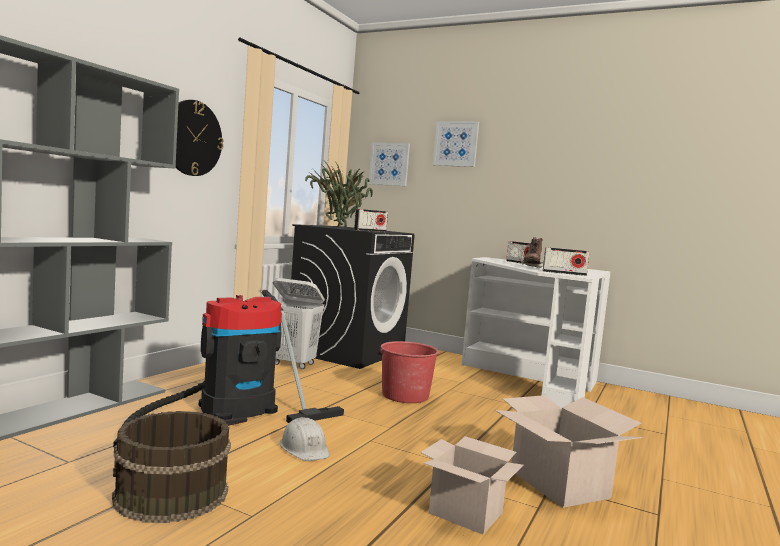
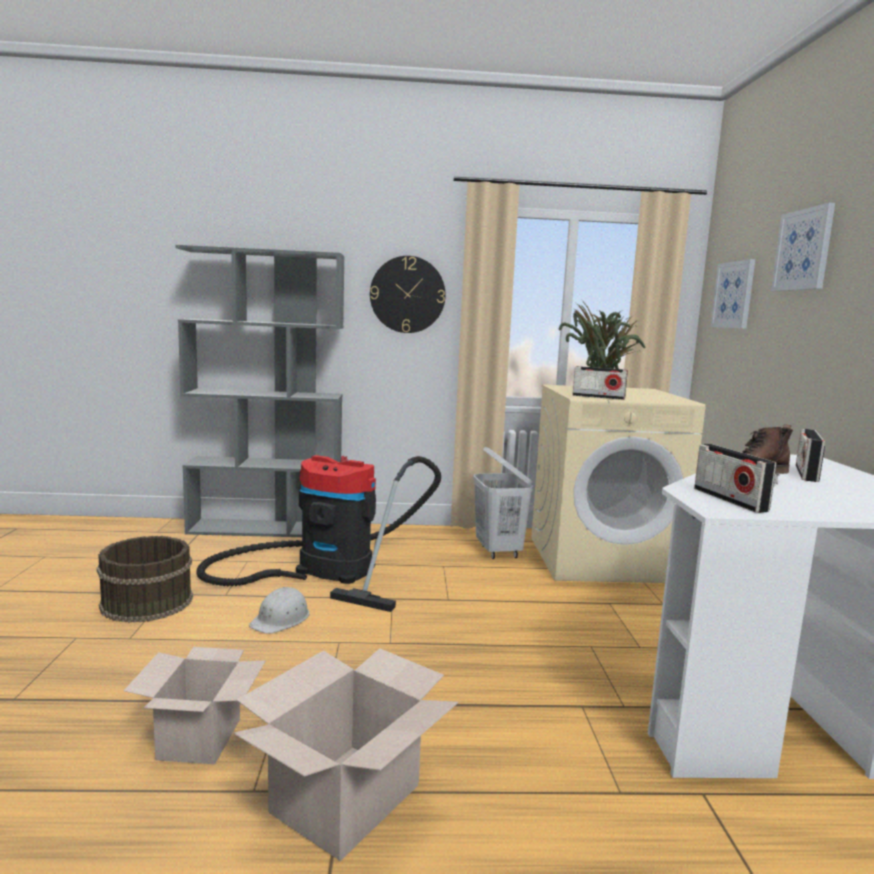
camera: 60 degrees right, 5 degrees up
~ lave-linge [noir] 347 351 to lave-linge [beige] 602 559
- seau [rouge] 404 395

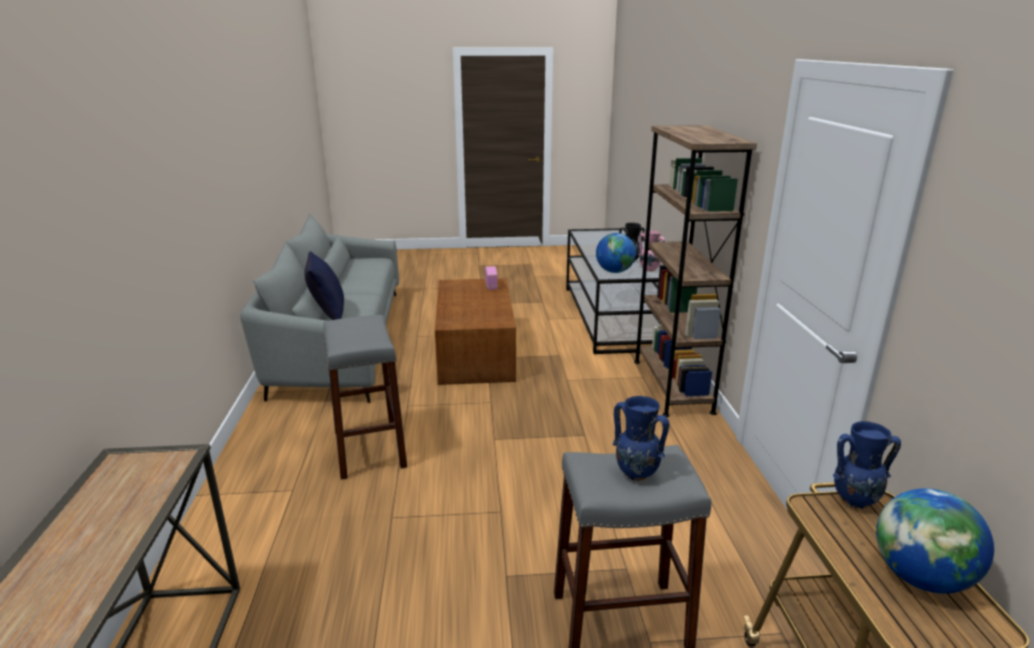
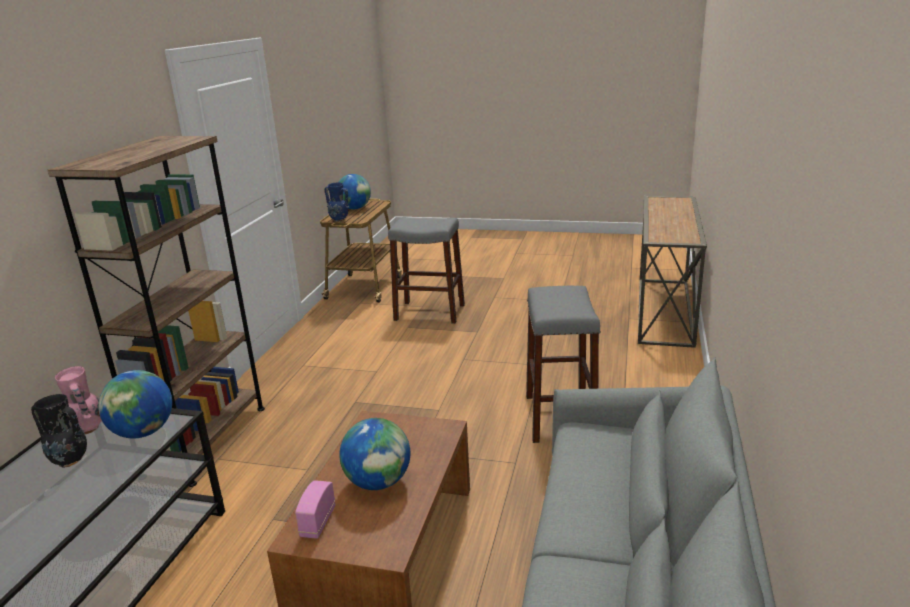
camera: 160 degrees left, 0 degrees up
+ globe 378 482
- coussin [bleu] 328 315
- vase [bleu] 636 473

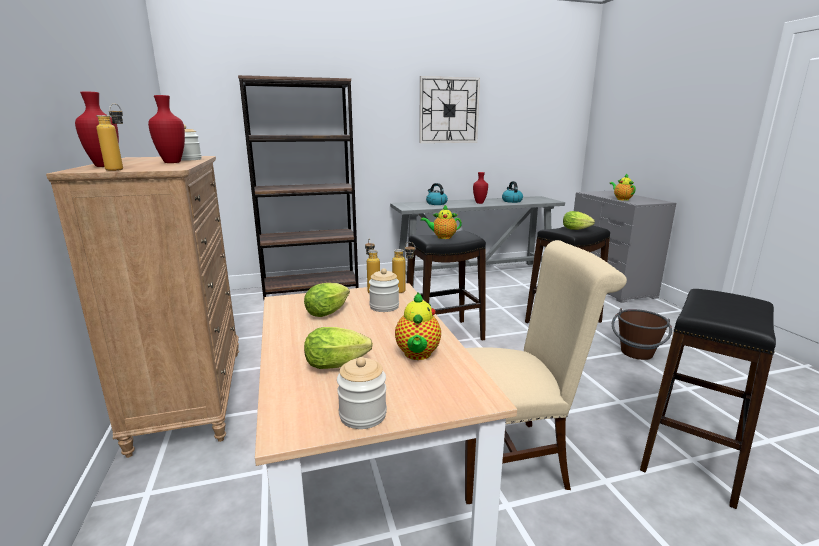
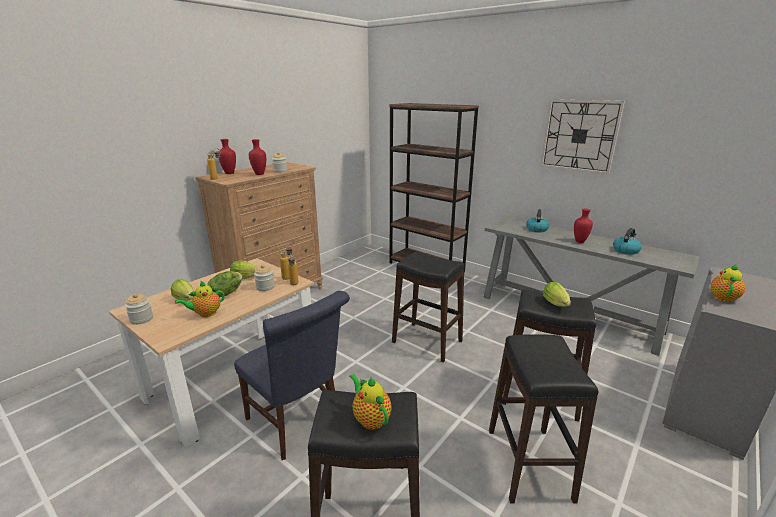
camera: 55 degrees right, 5 degrees up
+ laitue 226 293
~ chaise [beige] 510 456 to chaise [bleu] 298 422
~ théière 442 237 to 370 418
~ seau [marron] 636 355 to tabouret [noir] 528 463

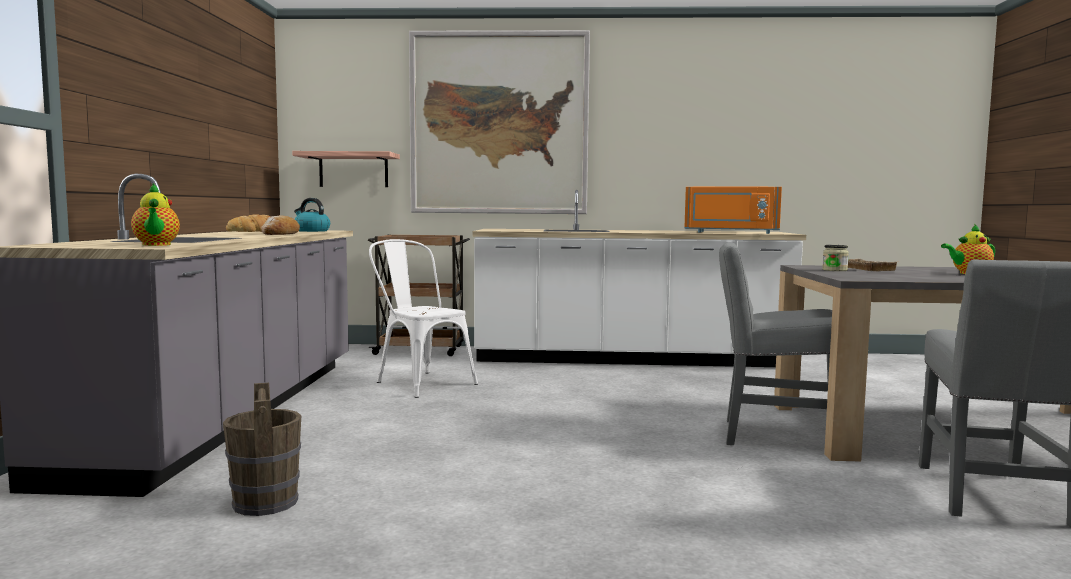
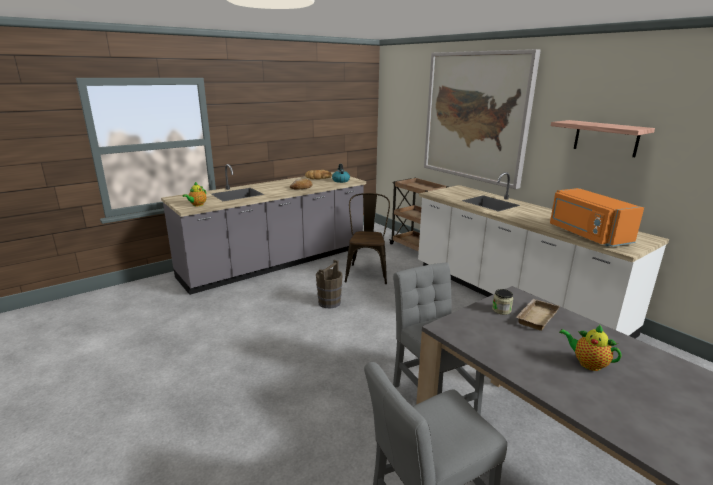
camera: 50 degrees right, 15 degrees up
~ seau [marron] 265 502 to 329 302
~ chaise [blanc] 420 382 to chaise [marron] 367 272
~ étagère 353 170 to 606 138

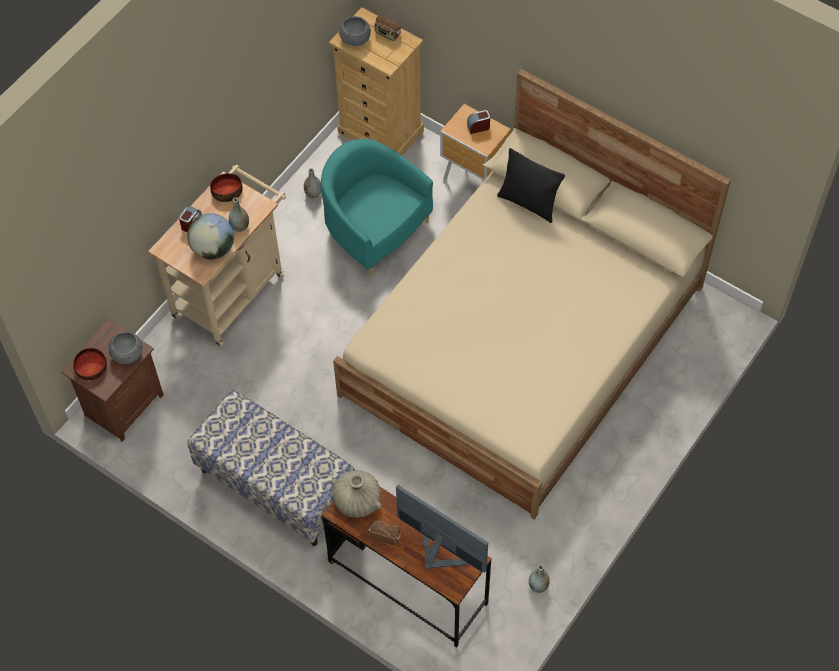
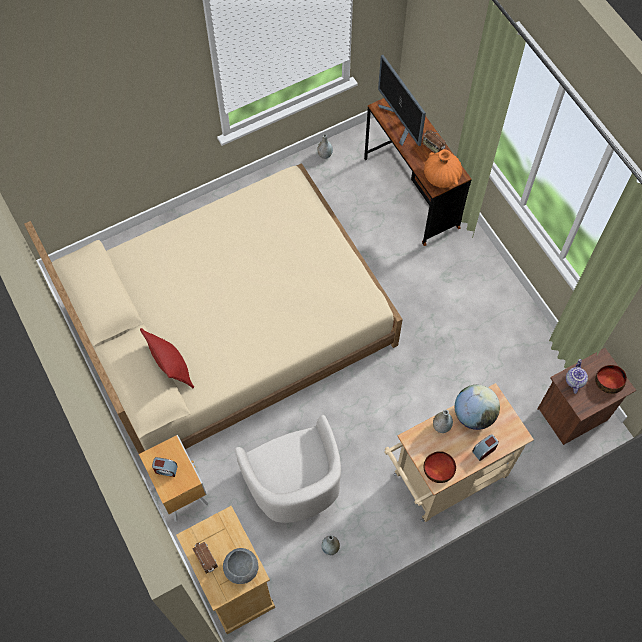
camera: 155 degrees left, 5 degrees up
~ coussin [noir] 528 203 to coussin [rouge] 172 368
~ fauteuil [turquoise] 374 229 to fauteuil [blanc] 294 483
~ vase [beige] 357 500 to vase [orange] 441 177
~ bol [gris] 127 354 to théière 574 380
- banc 275 485

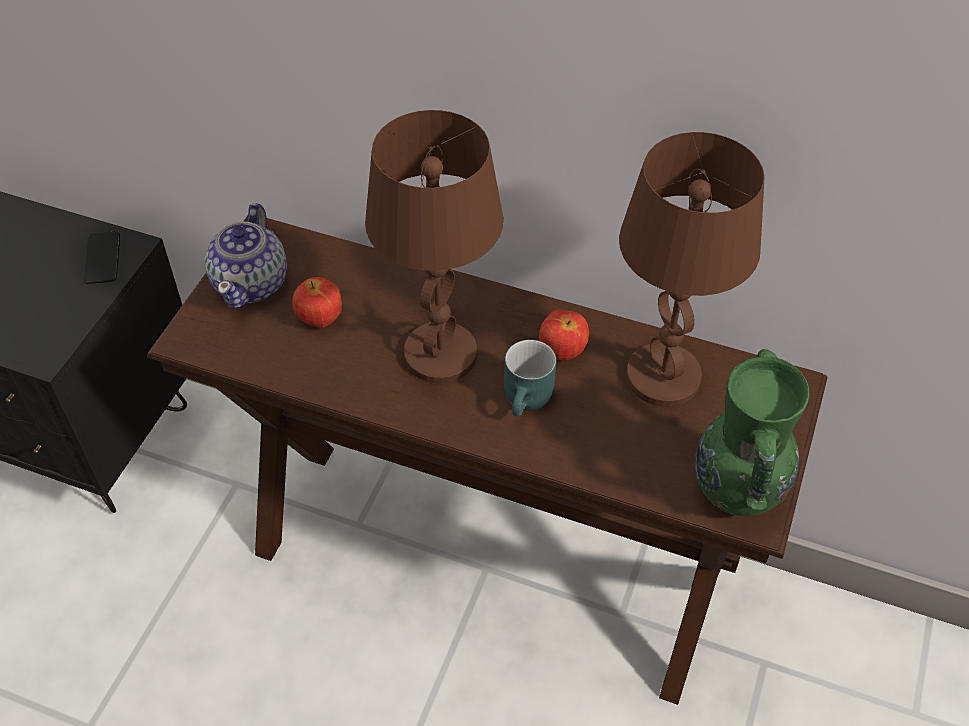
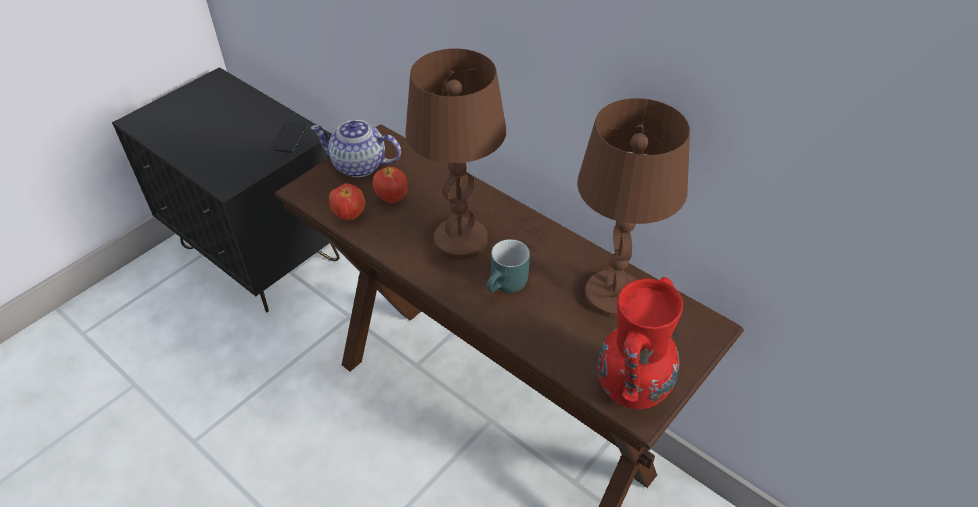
camera: 20 degrees right, 5 degrees down
~ théière 252 283 = 360 166 75 degrees clockwise
~ pomme 562 352 to 350 215
~ vase [vert] 735 494 to vase [rouge] 631 391

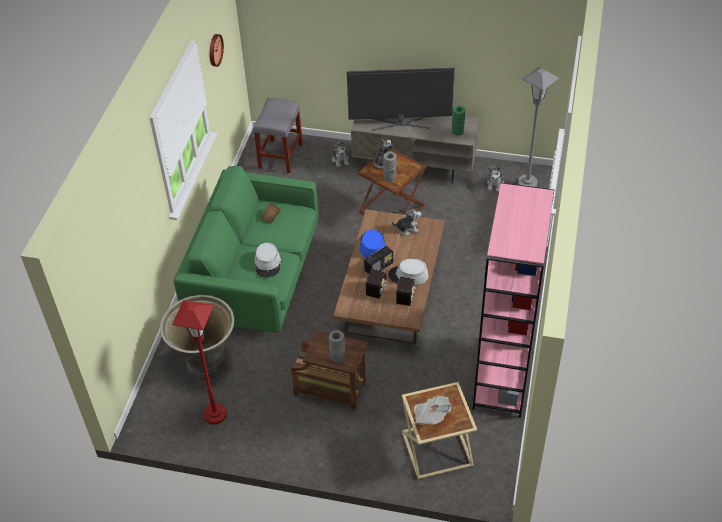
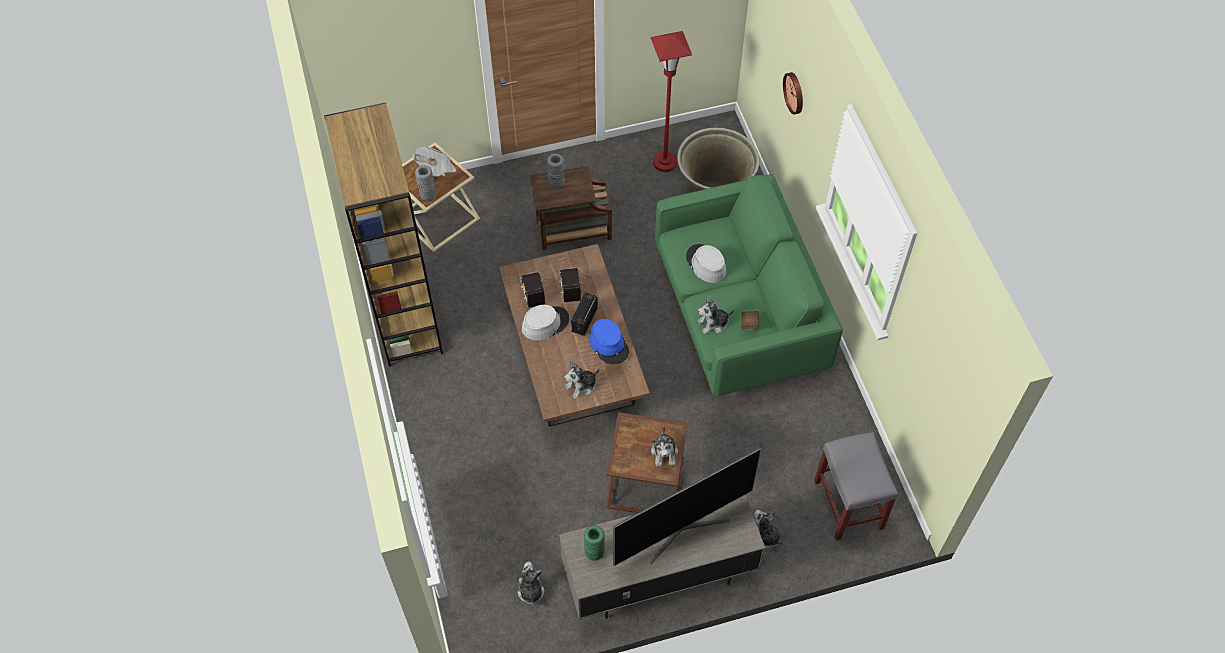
camera: 150 degrees right, 10 degrees up
~ bibliothèque [rose] 503 376 to bibliothèque [marron] 404 316
~ vase [gris] 389 177 to 427 195
+ peluche 713 323
~ horloge murale 214 50 to 795 92
- lampadaire [gris] 527 183

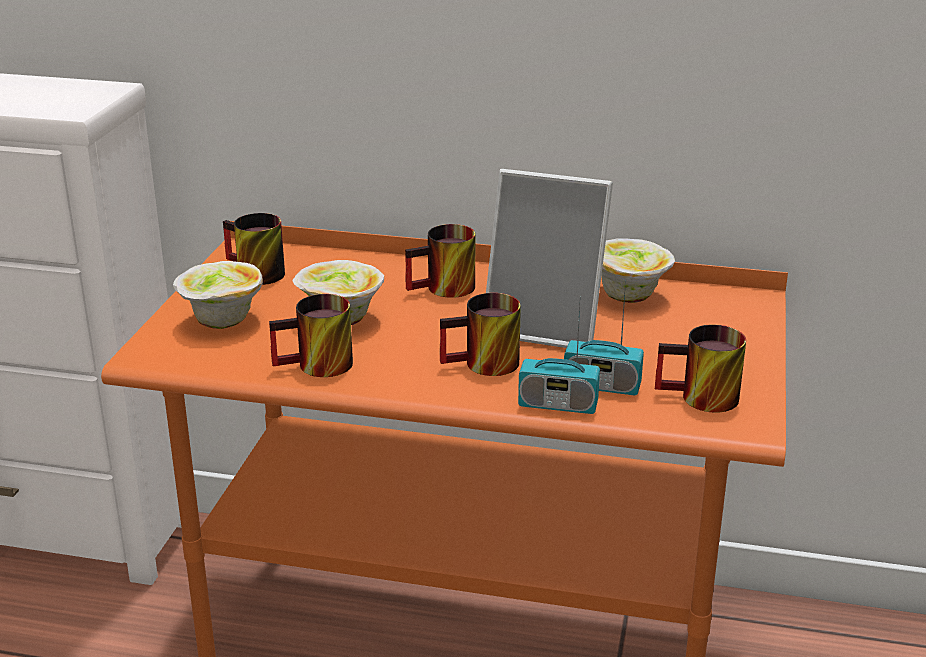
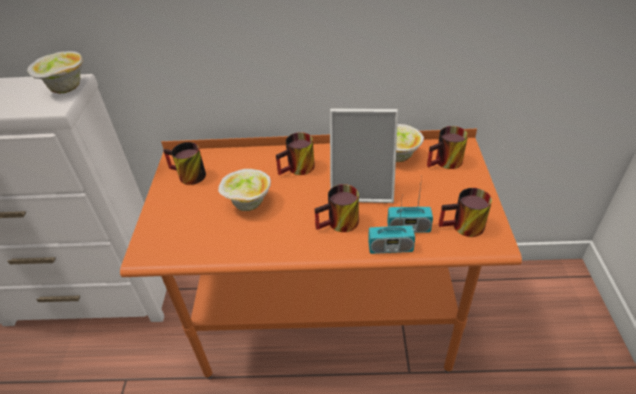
camera: 10 degrees left, 15 degrees up
~ bol 221 321 to 66 88
~ mug 317 367 to 446 163

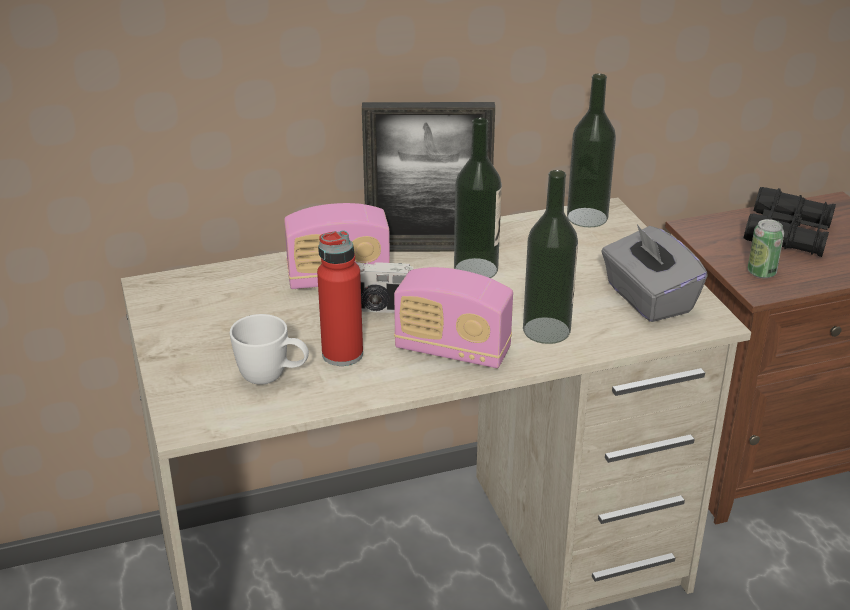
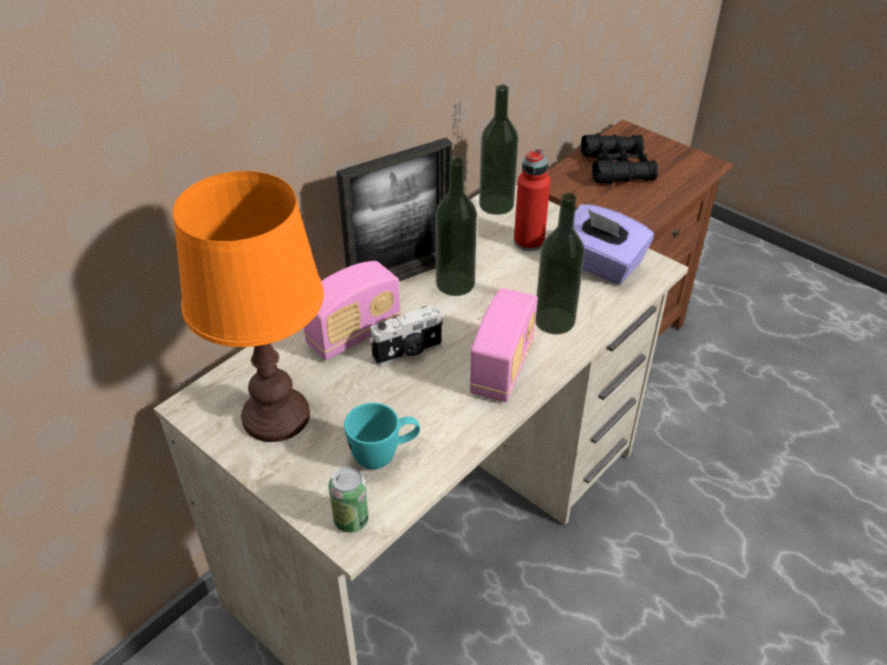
camera: 30 degrees left, 10 degrees up
+ lampe de table [orange] 277 416
~ boîte métallique 761 272 to 351 520
~ mug [blanc] 273 378 to mug [turquoise] 384 455
~ radio 452 350 = 502 368 60 degrees counterclockwise
~ bouteille [rouge] 342 354 to 529 242
~ boîte à mouchoirs [gris] 647 299 to boîte à mouchoirs [violet] 600 264

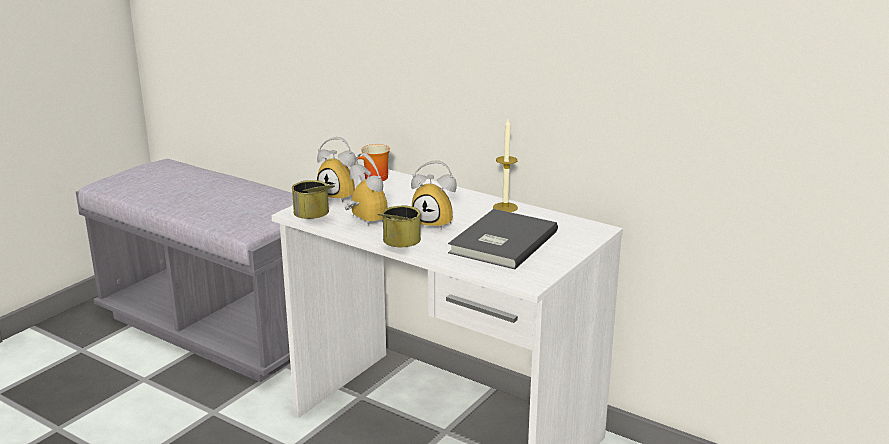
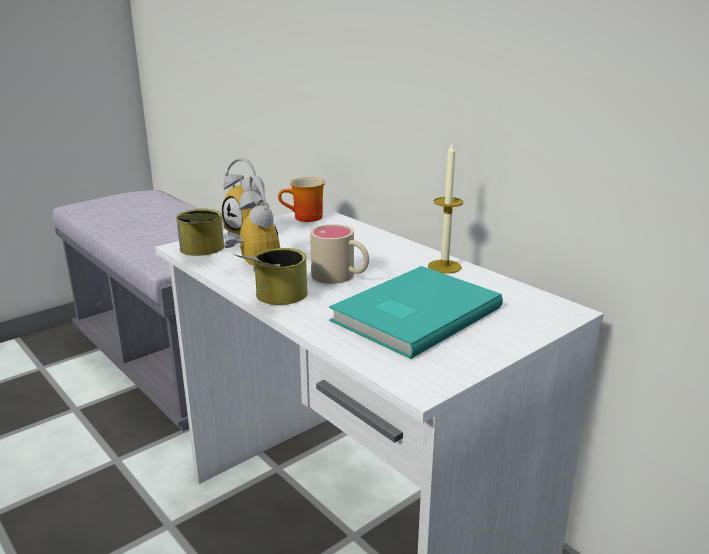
camera: 15 degrees right, 0 degrees up
~ réveil 436 223 to mug [beige] 341 277
~ livre [gris] 500 242 to livre [turquoise] 412 313

